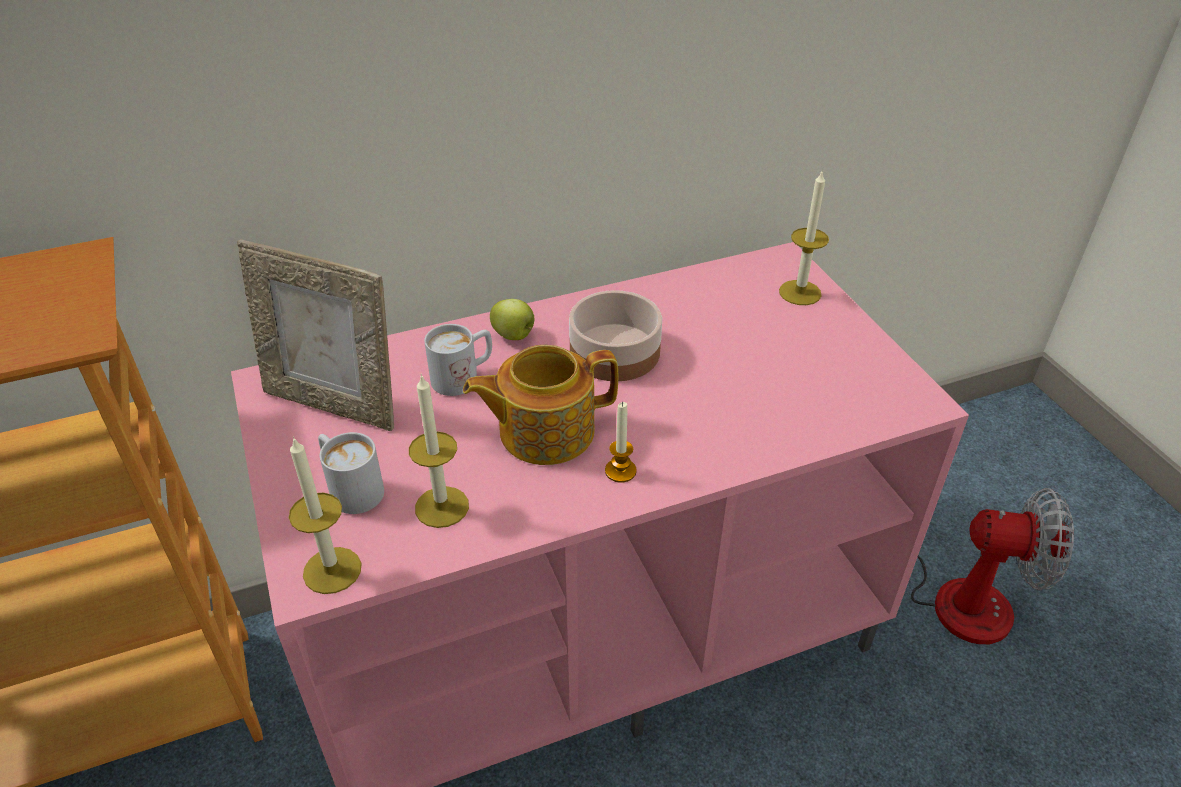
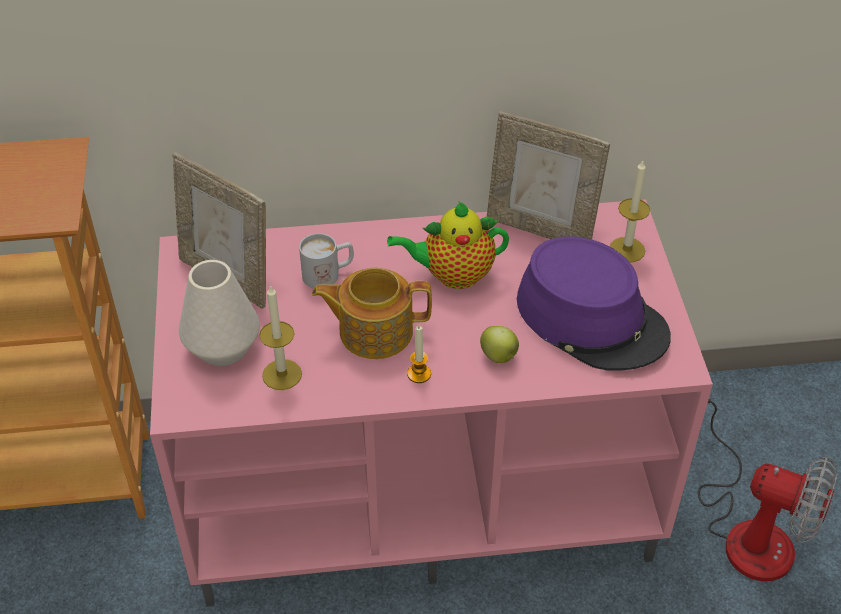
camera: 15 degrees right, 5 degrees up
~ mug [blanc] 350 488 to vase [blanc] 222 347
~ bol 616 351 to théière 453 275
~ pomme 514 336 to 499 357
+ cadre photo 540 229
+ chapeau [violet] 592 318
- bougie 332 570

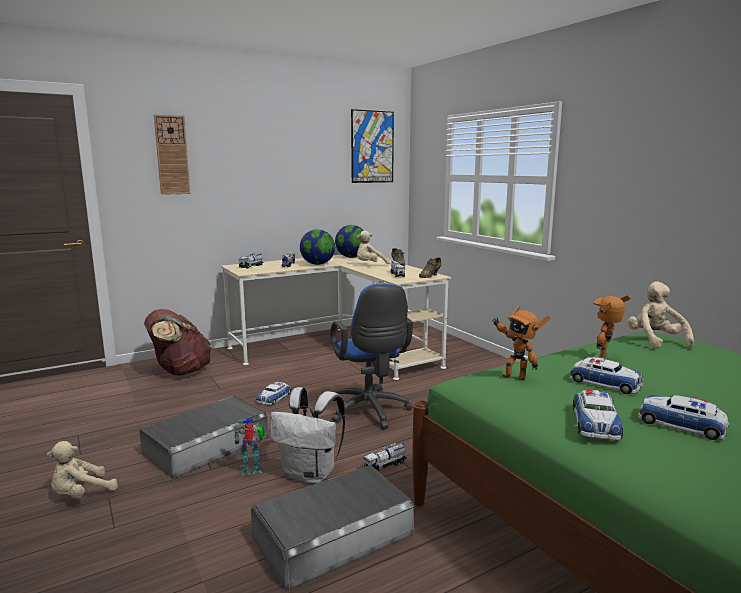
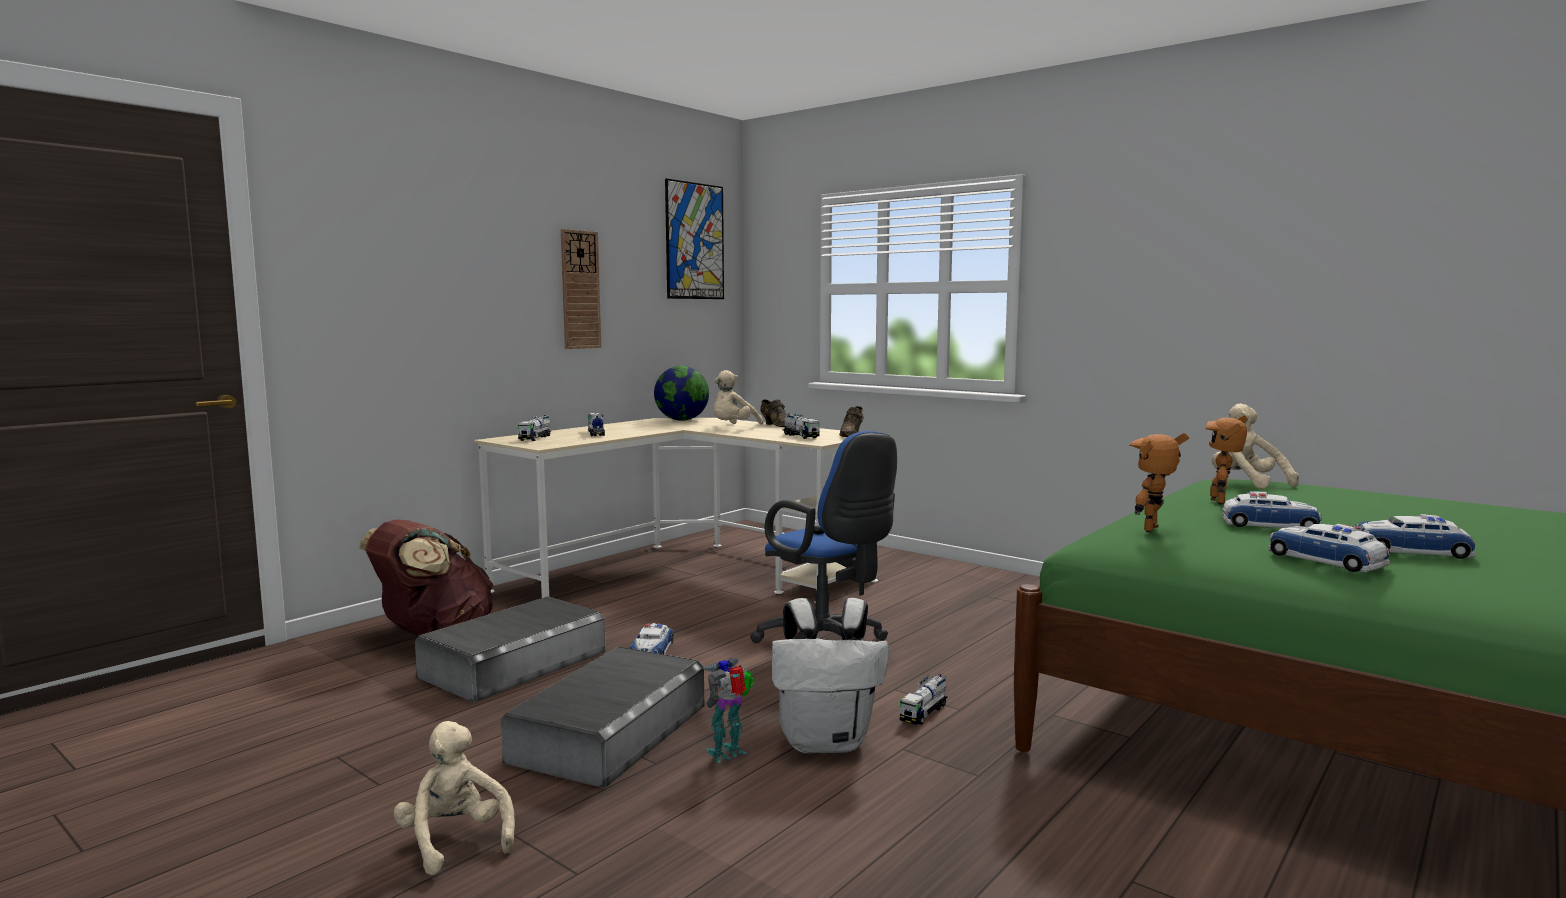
camera: 20 degrees left, 5 degrees down
~ peluche [beige] 81 494 = 455 841 120 degrees clockwise
~ boîte de rangement [gris] 333 535 to 514 664
~ horloge murale 172 155 to 580 290
~ robot jouet 514 376 = 1156 530 120 degrees clockwise
~ petite voiture 595 422 = 1326 559 150 degrees clockwise
- globe 317 264

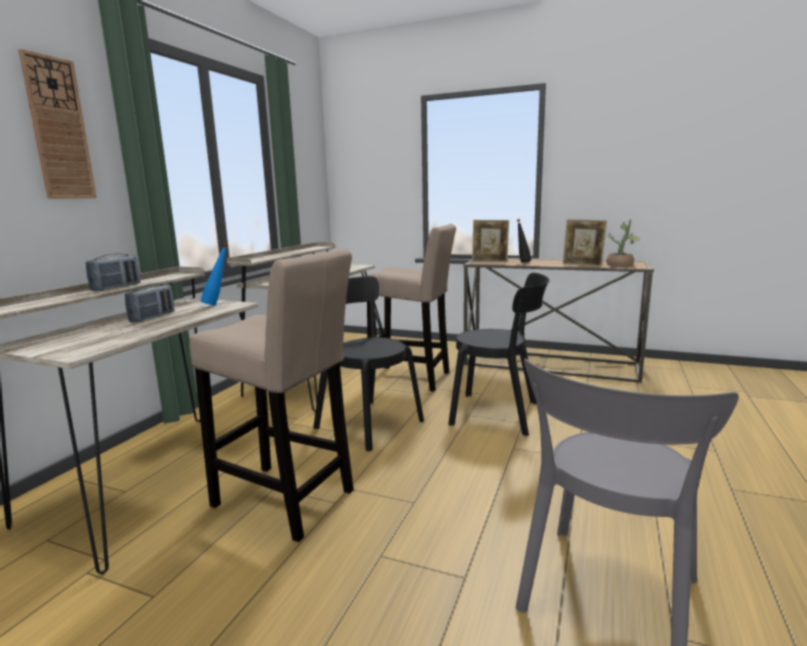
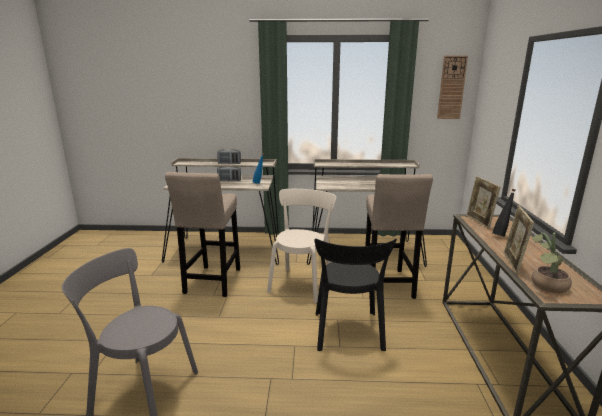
camera: 70 degrees right, 5 degrees up
~ chaise [noir] 365 423 to chaise [beige] 302 283
~ horloge murale 59 129 to 451 87

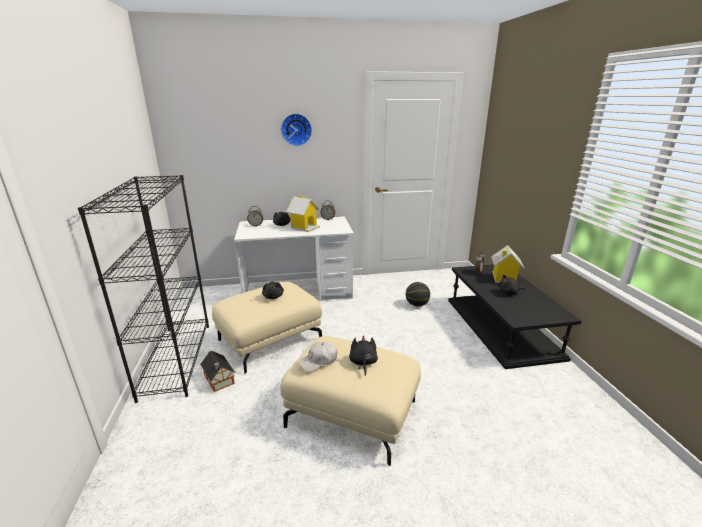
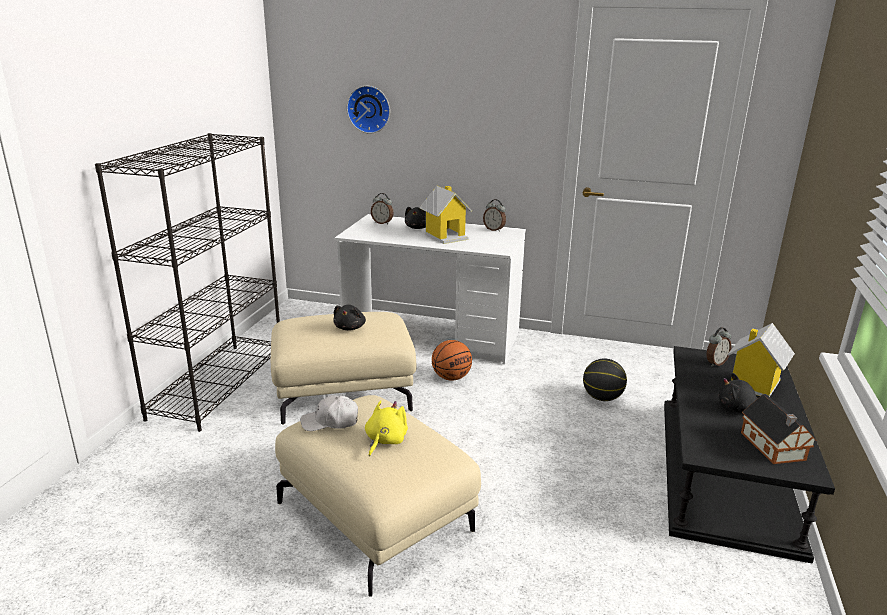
camera: 25 degrees right, 0 degrees up
~ horloge murale 296 129 to 369 109
~ peluche [noir] 363 363 to peluche [jaune] 385 441
+ ballon de basket 451 377
~ maison miniature 219 380 to 773 447

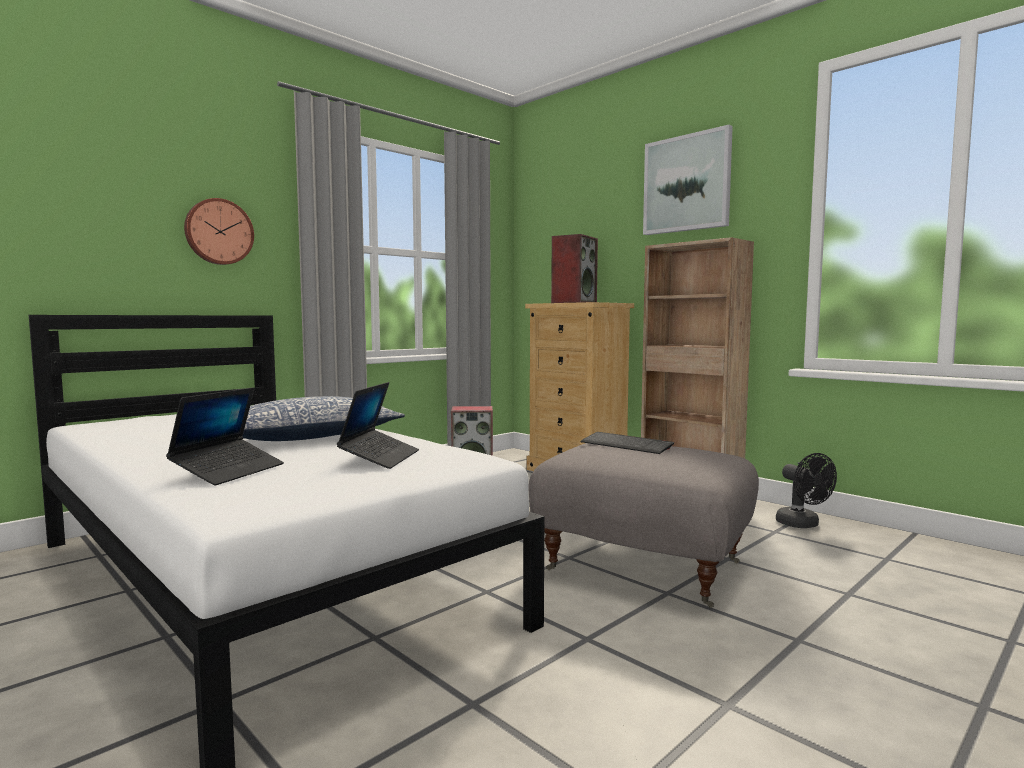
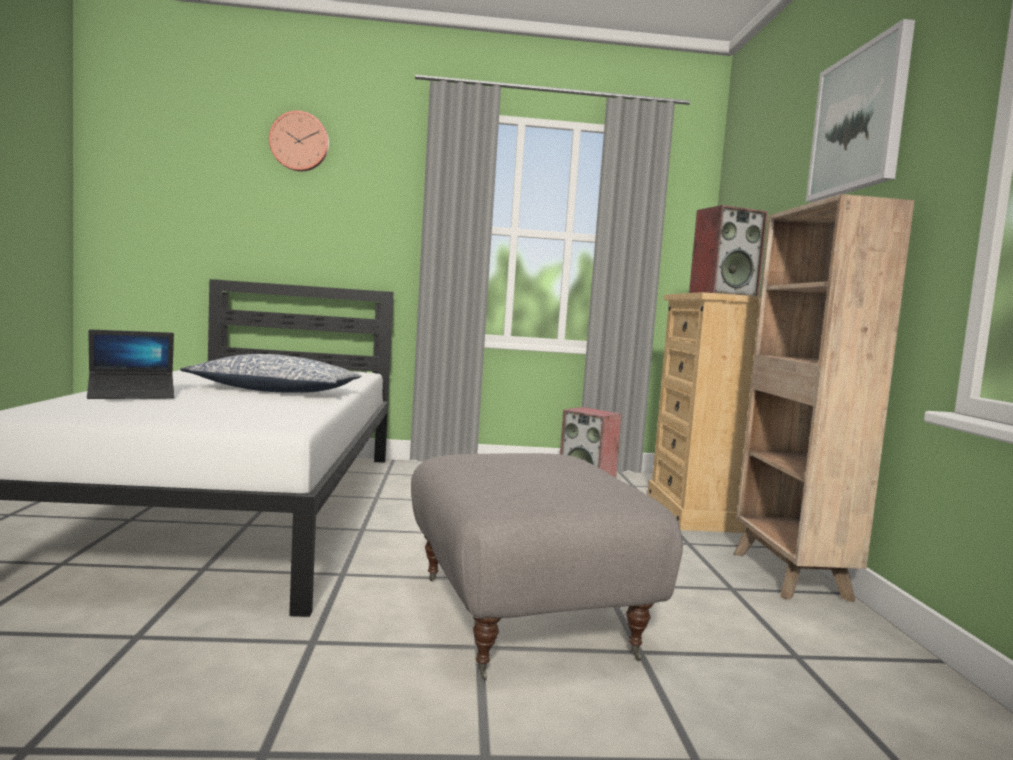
camera: 40 degrees right, 0 degrees up
~ horloge murale 218 232 to 300 142
- ordinateur portable 380 458
- clavier 626 445
- ventilateur [noir] 803 525

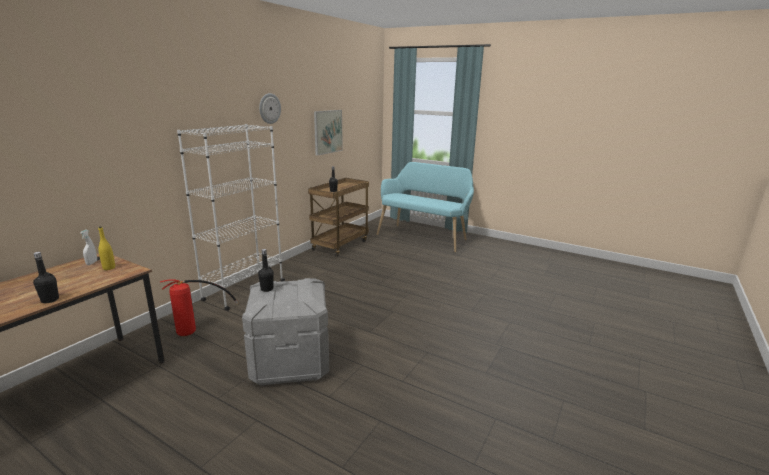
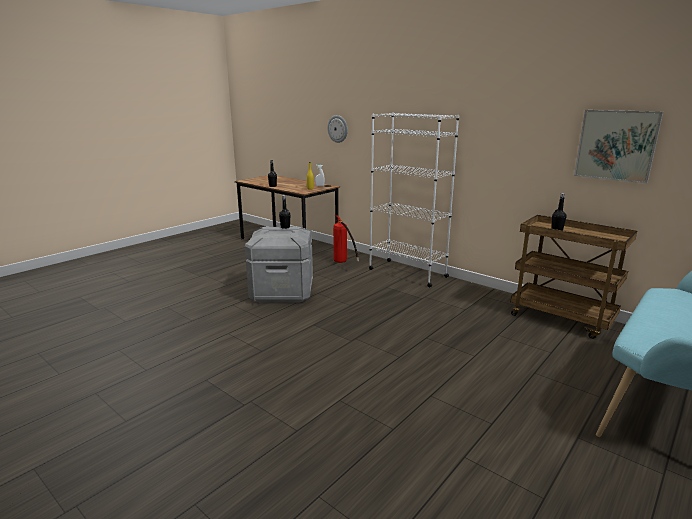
camera: 100 degrees right, 0 degrees up
~ horloge murale 269 108 to 338 129

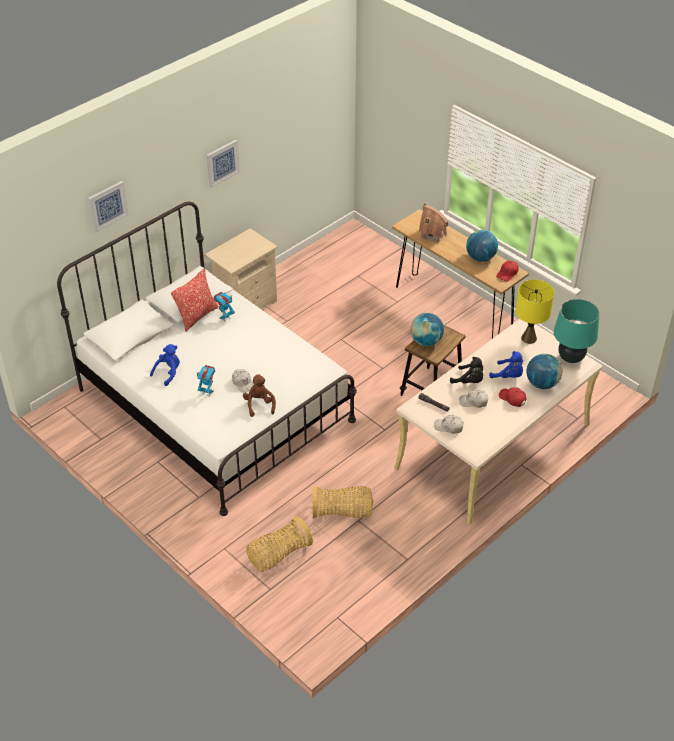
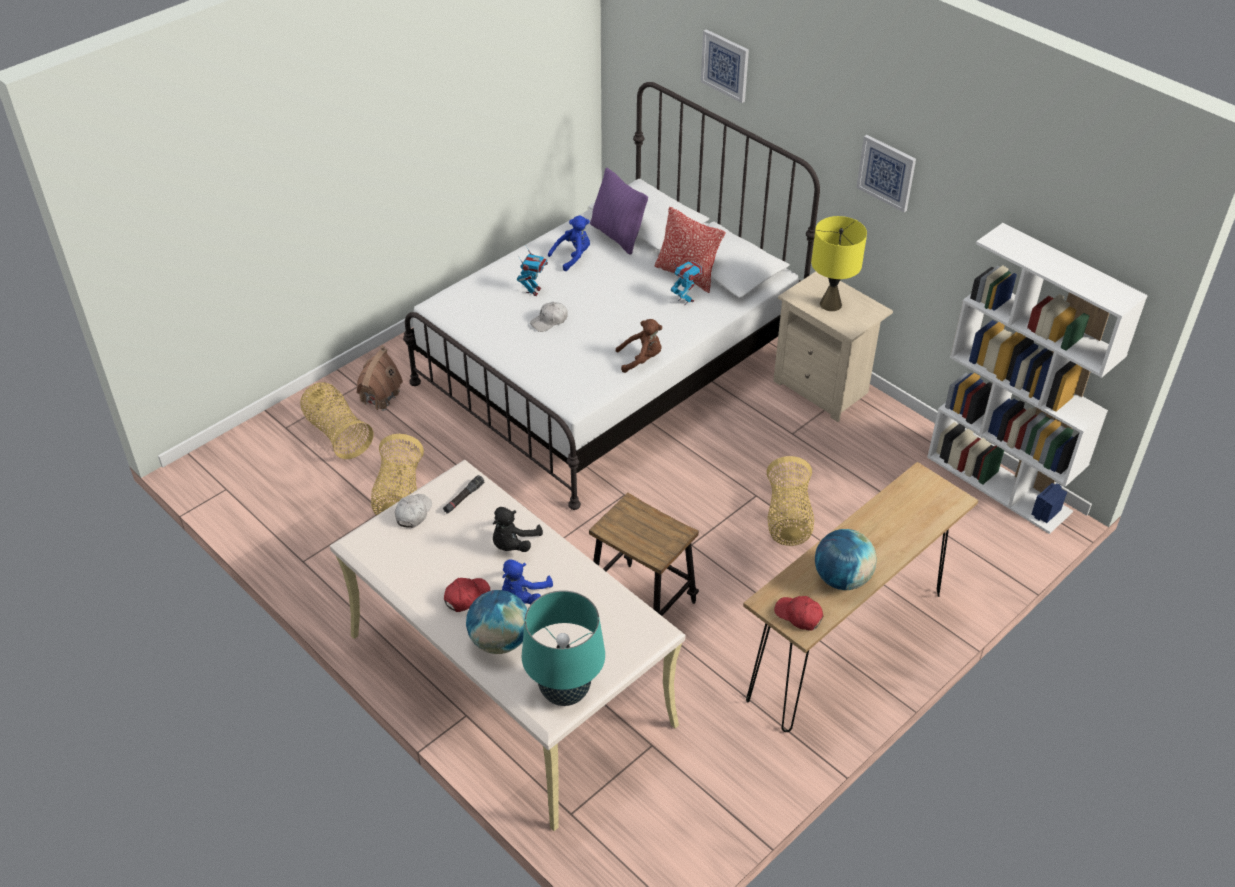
camera: 90 degrees right, 0 degrees up
~ maison miniature 433 235 to 379 396
~ peluche [bleu] 168 373 = 573 256 75 degrees counterclockwise
+ coussin [violet] 617 236
~ peluche [marron] 259 405 to 641 359
+ panier 787 518
~ lampe de table [jaune] 529 338 to 831 304
+ bibliothèque [blanc] 999 484
- globe 426 341
- casquette [blanc] 473 402

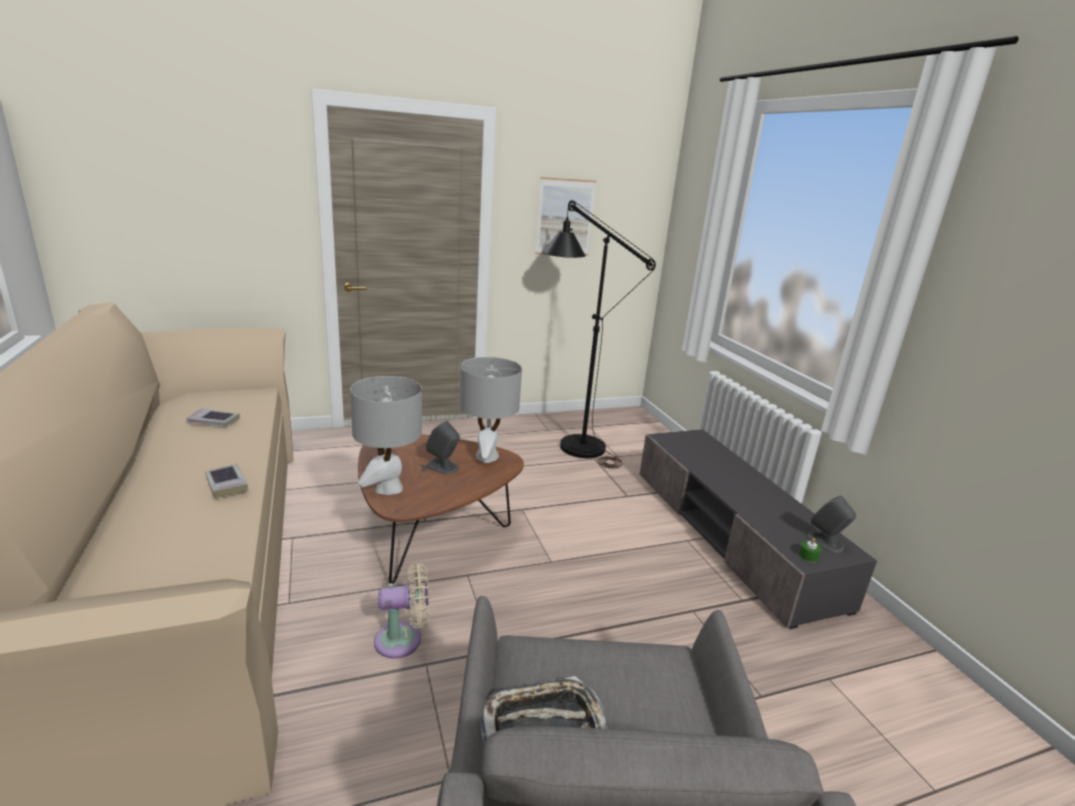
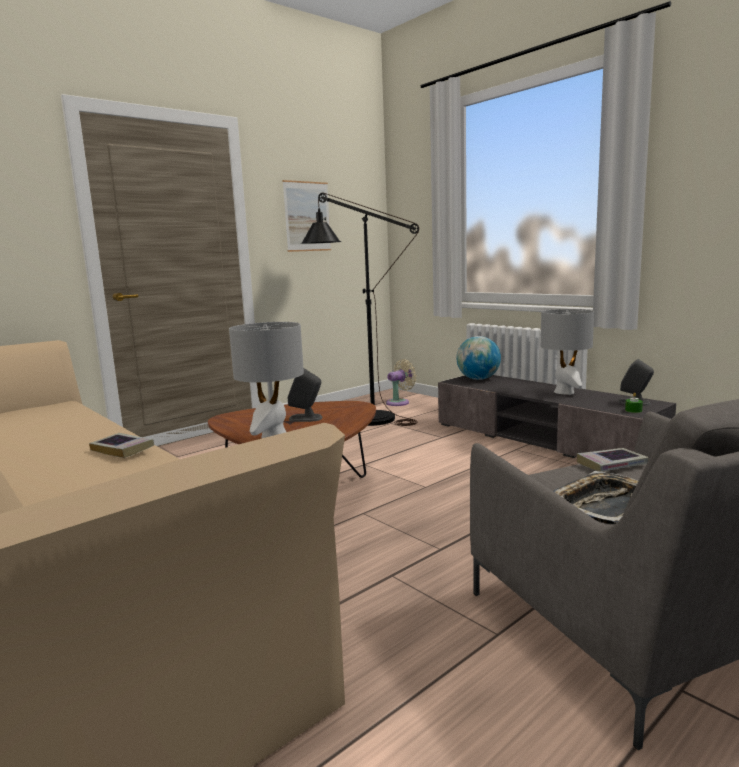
camera: 20 degrees left, 10 degrees down
~ ventilateur [beige] 403 640 to 399 402
+ globe 478 379
~ lampe de table [gris] 487 457 to 564 392
~ livre 213 421 to 611 465

